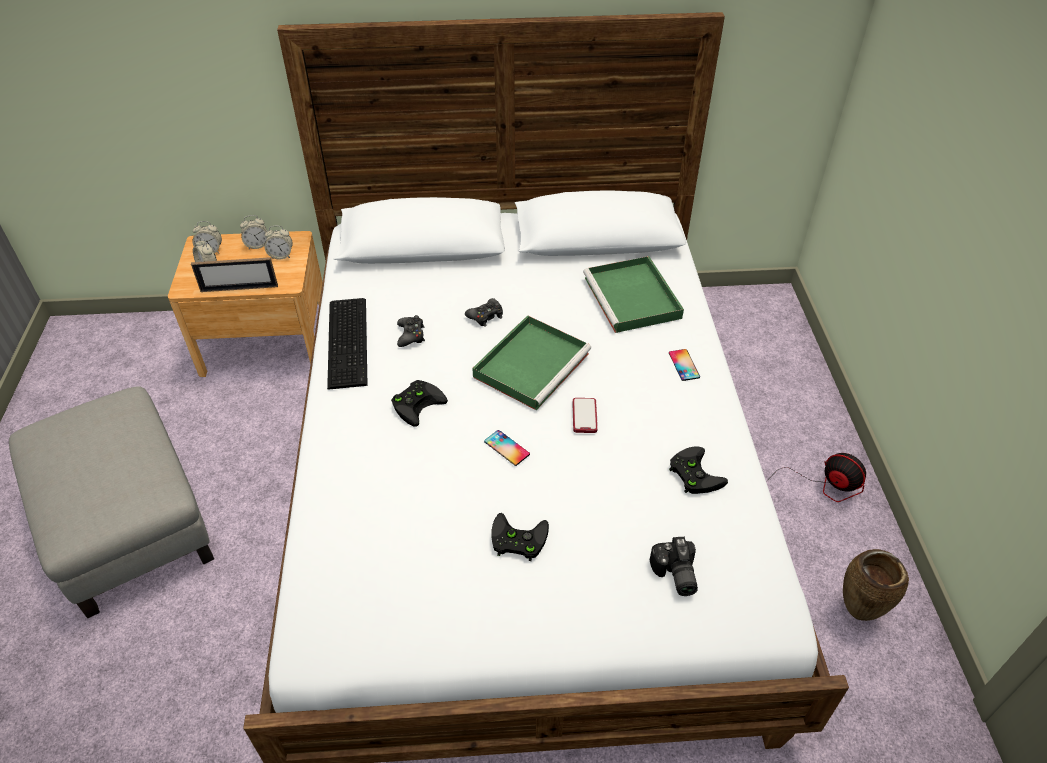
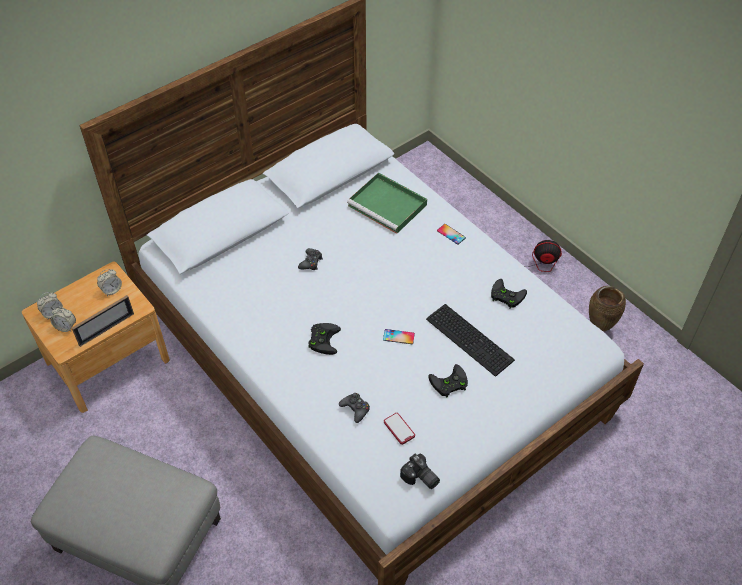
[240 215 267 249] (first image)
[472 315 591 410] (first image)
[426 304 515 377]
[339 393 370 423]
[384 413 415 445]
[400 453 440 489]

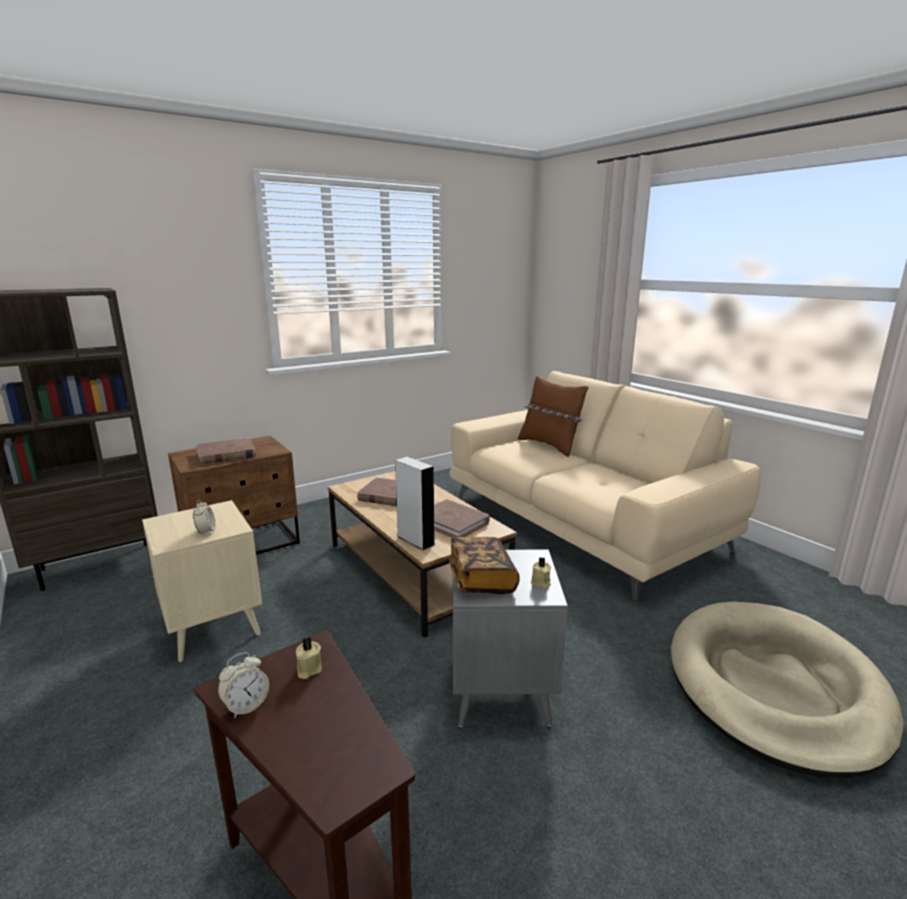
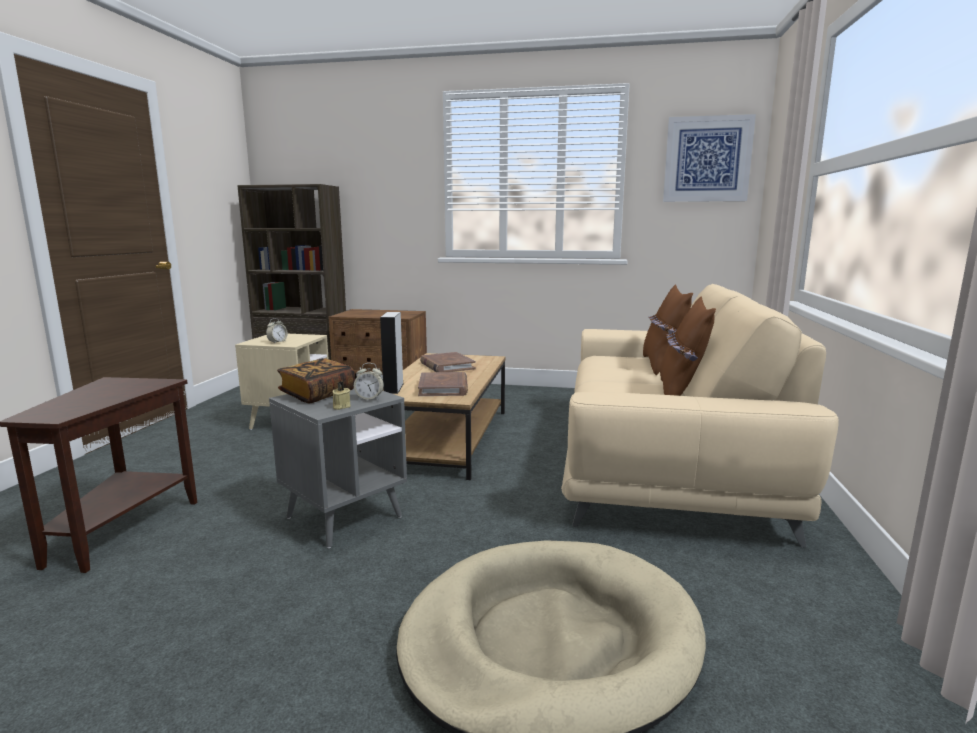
[196 437 256 465] (first image)
[296 637 322 679] (first image)
[660 296 716 396]
[663 114 756 202]
[354 363 384 400]

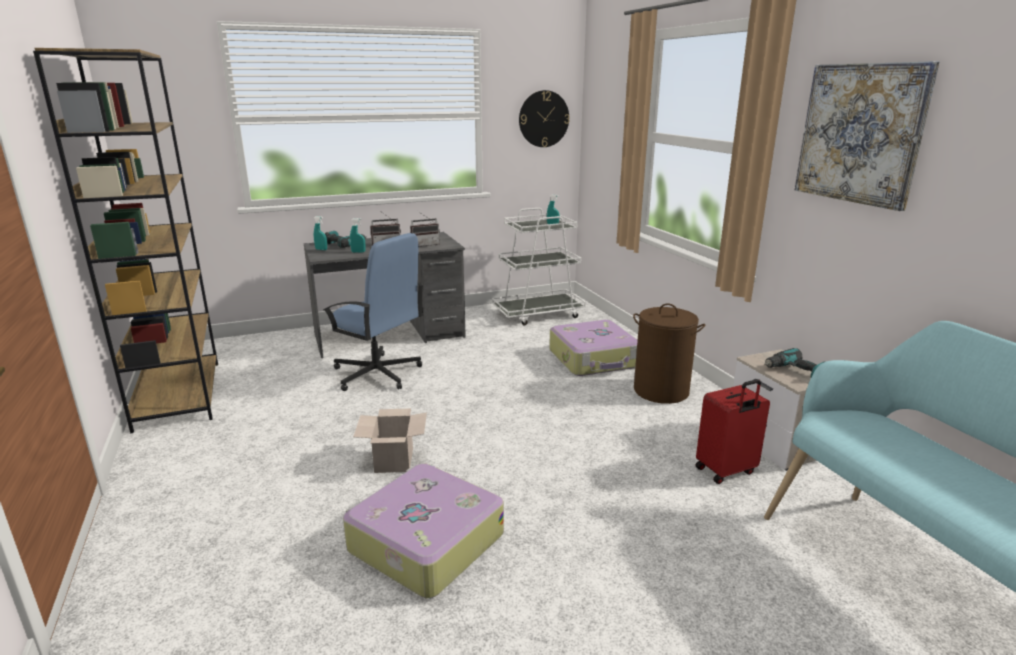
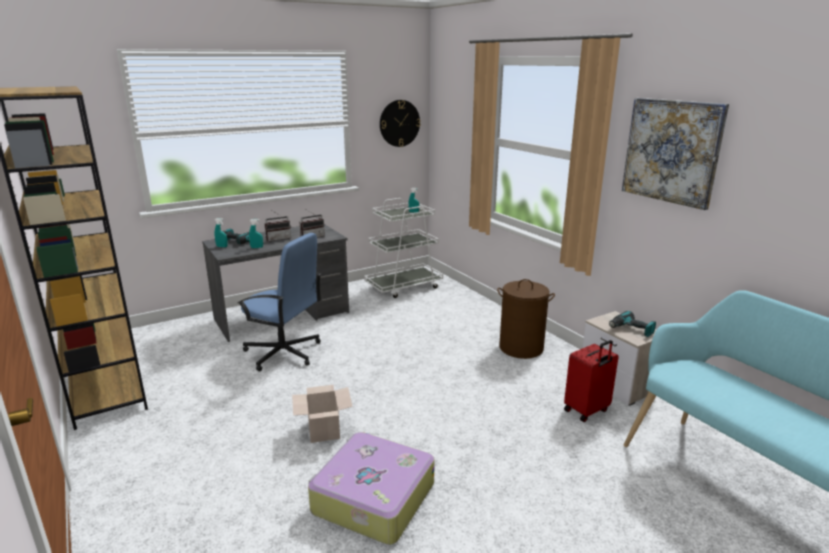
[549 320 638 376] (first image)

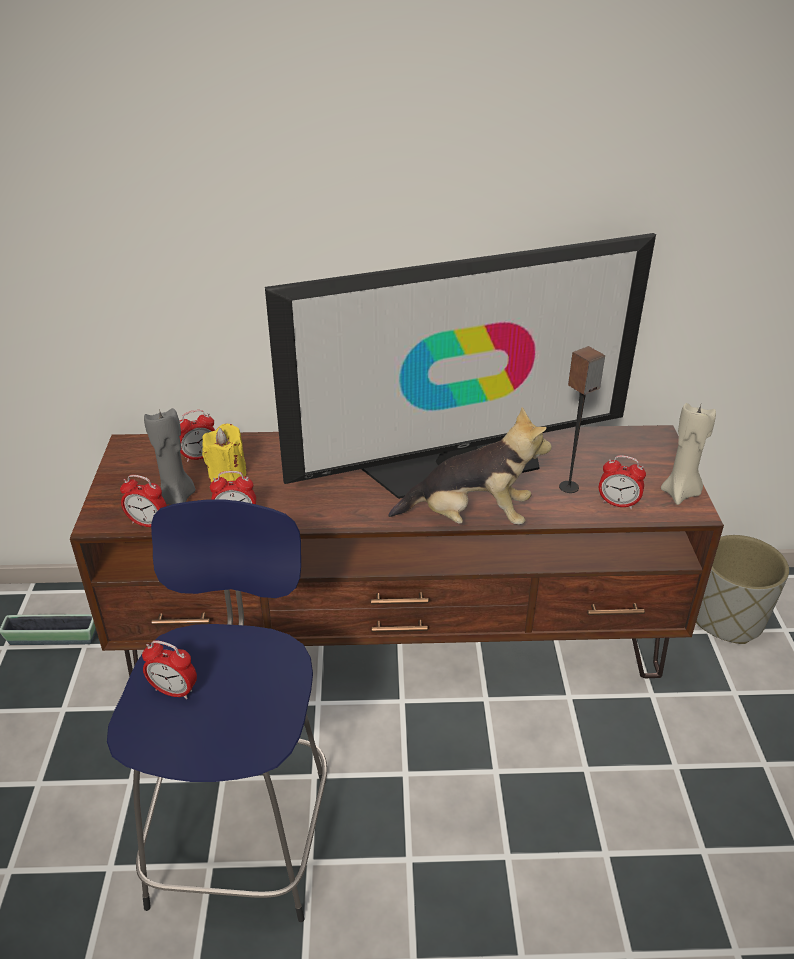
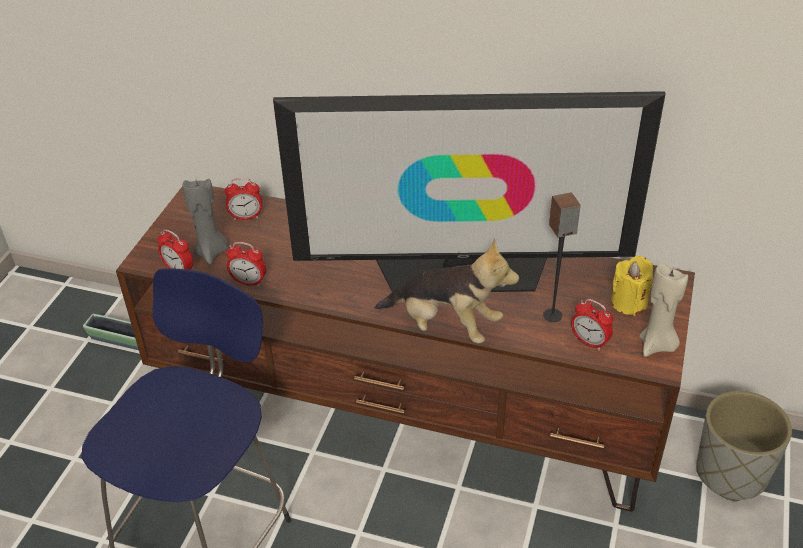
[142 640 197 699] (first image)
[611 256 653 316]

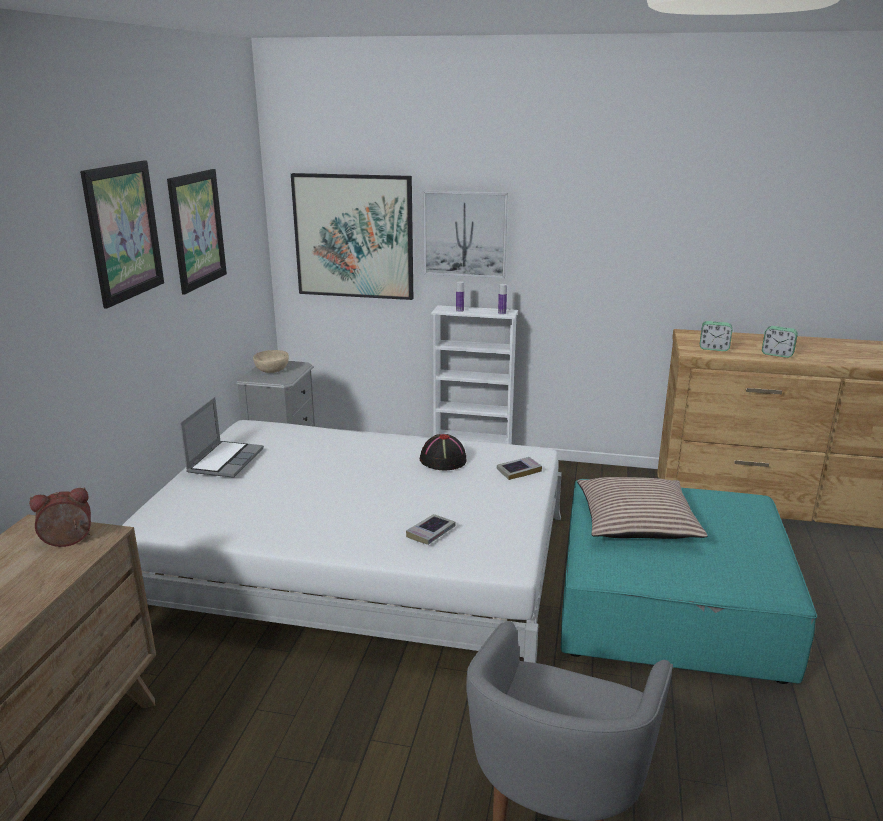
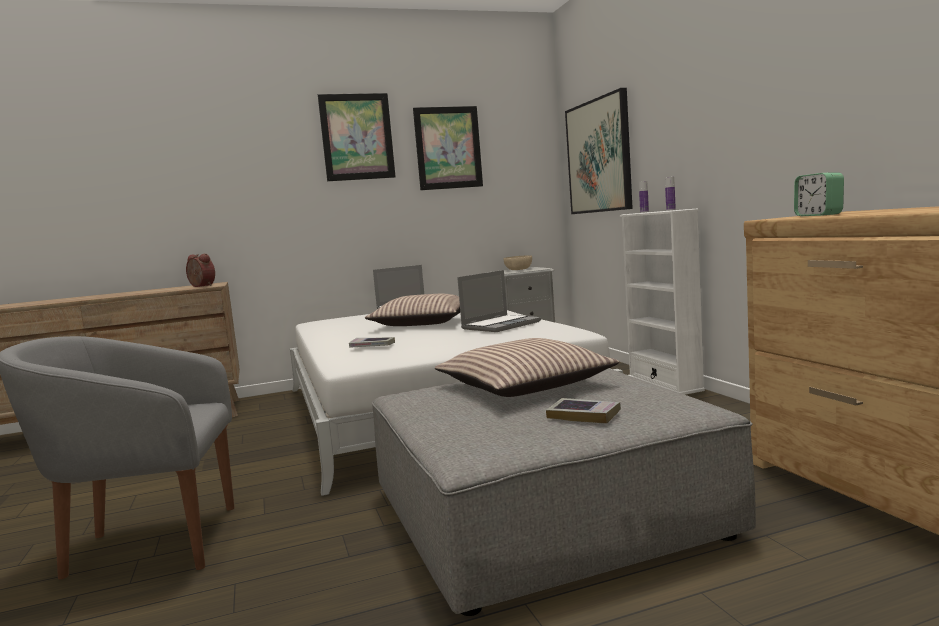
[423 190 508 278] (first image)
[762 326 798 358] (first image)
[365 294 460 326]
[546 398 621 424]
[457 270 541 332]
[371 368 756 616]

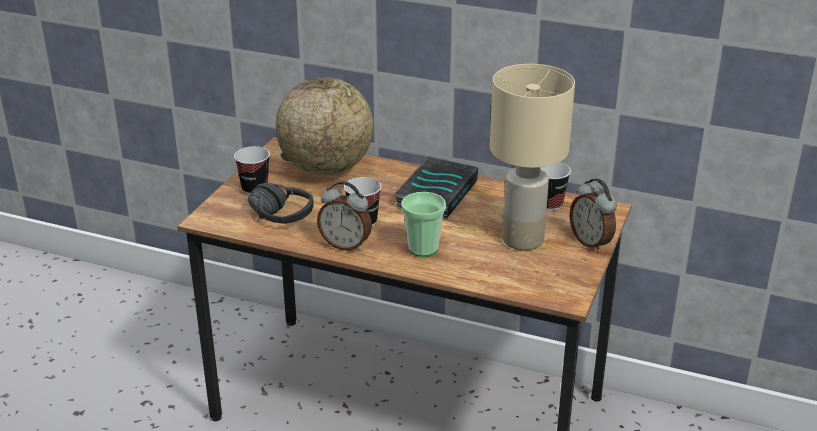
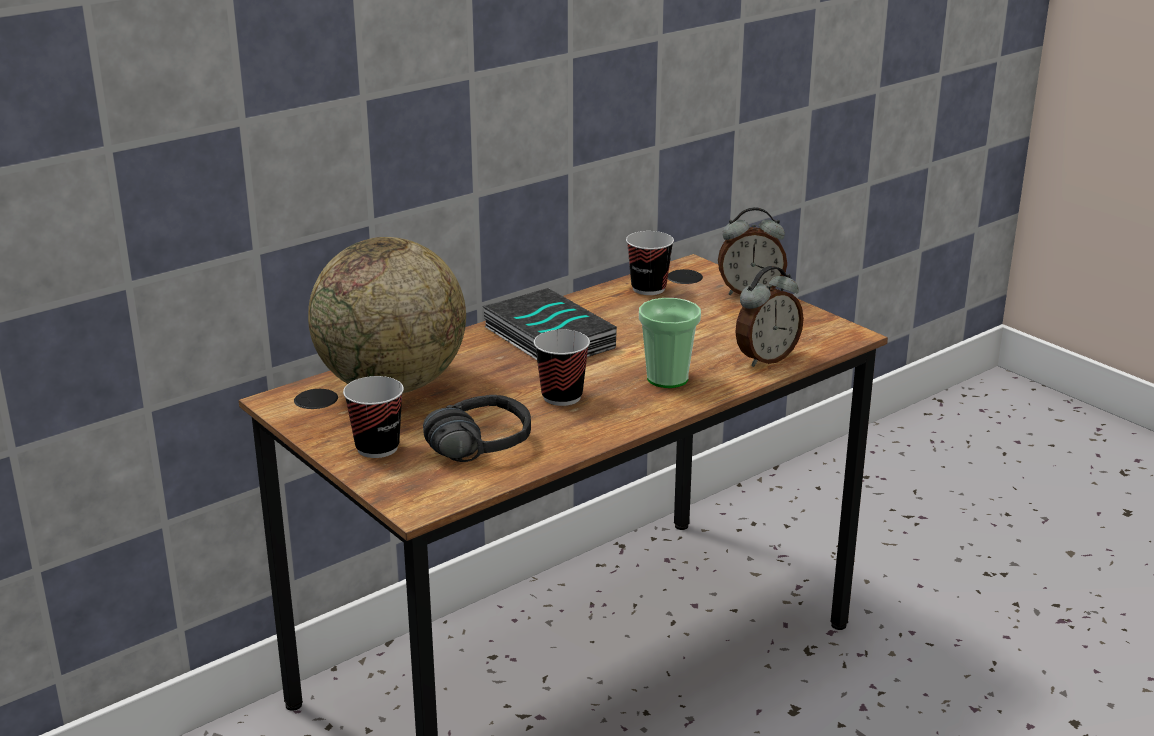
[490 64 575 250] (first image)
[735 266 804 367]

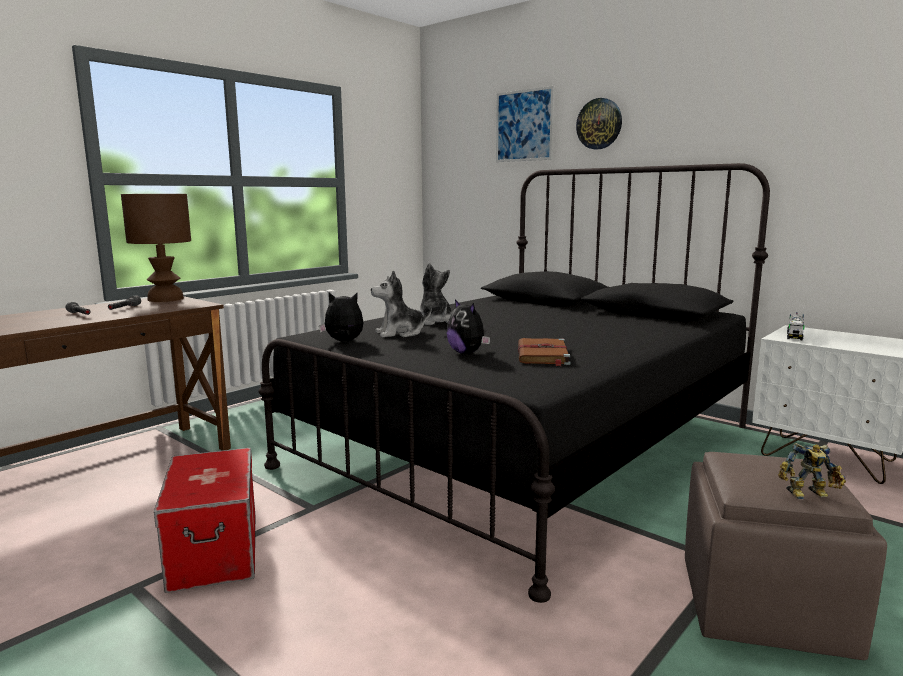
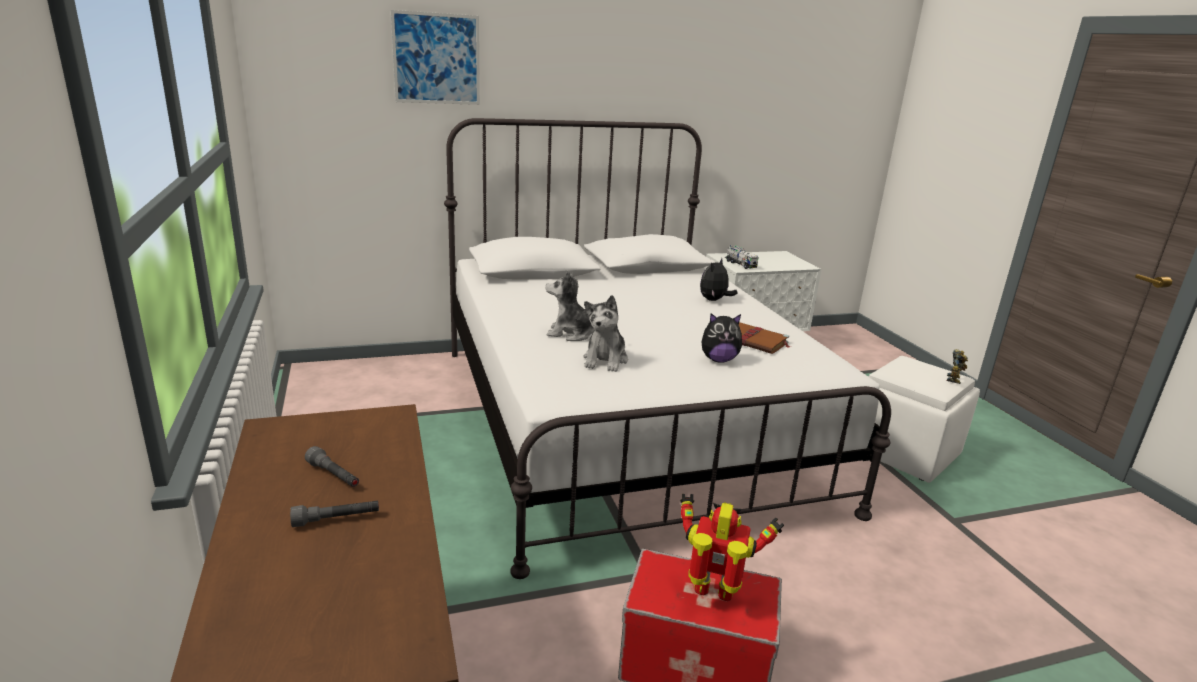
[121 194 191 302] (first image)
[576 98 622 150] (first image)
[680 494 784 601]
[700 258 738 301]
[444 118 891 579]
[869 356 980 483]

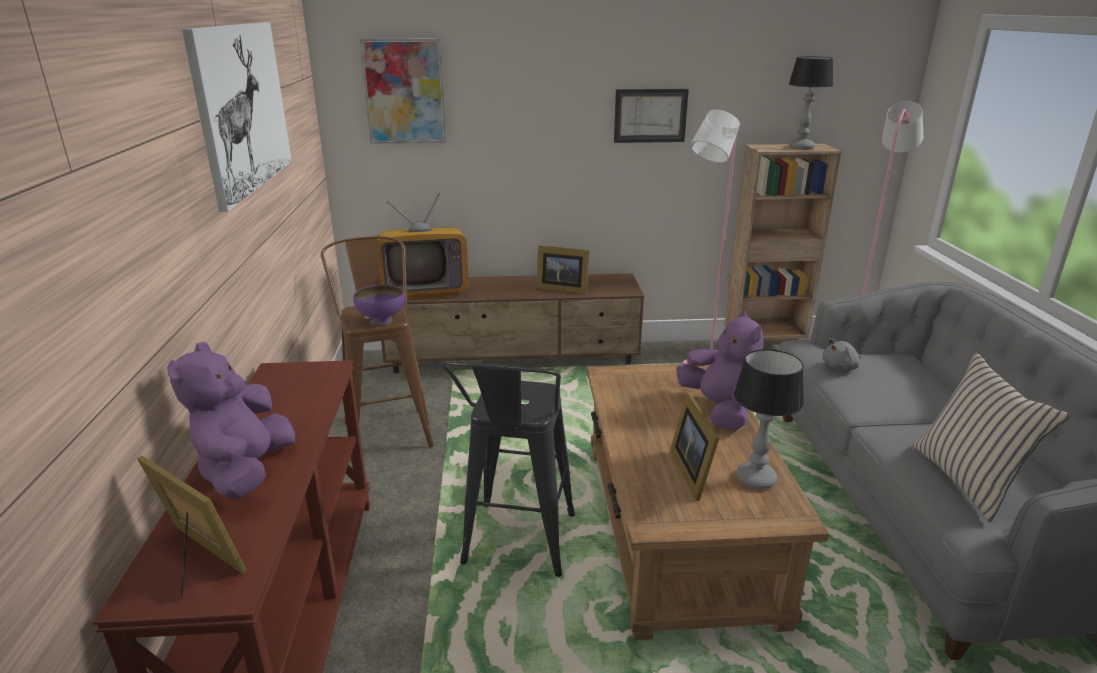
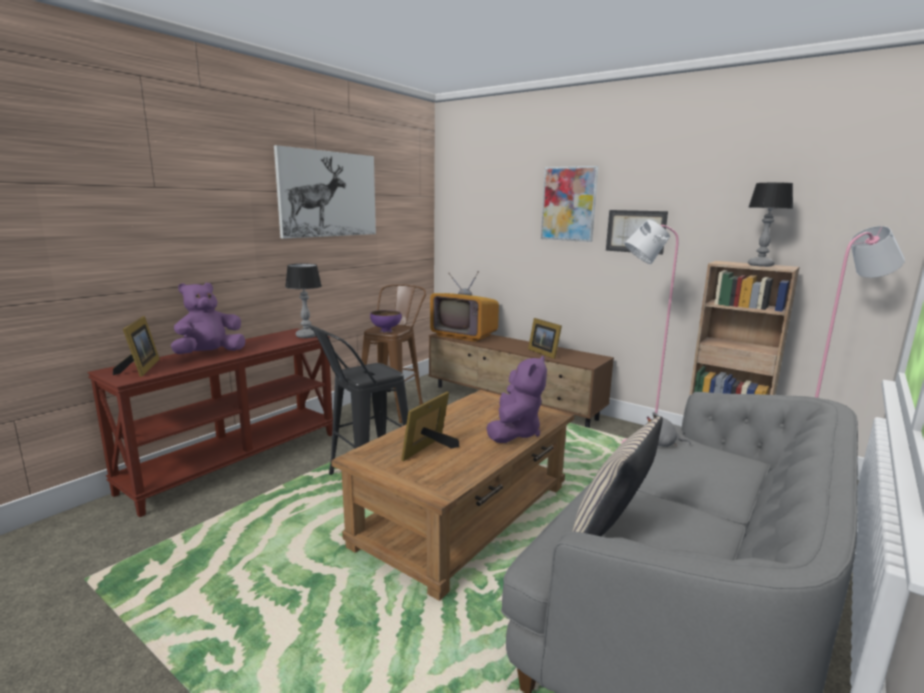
[541 166 599 242]
[285 264 322 338]

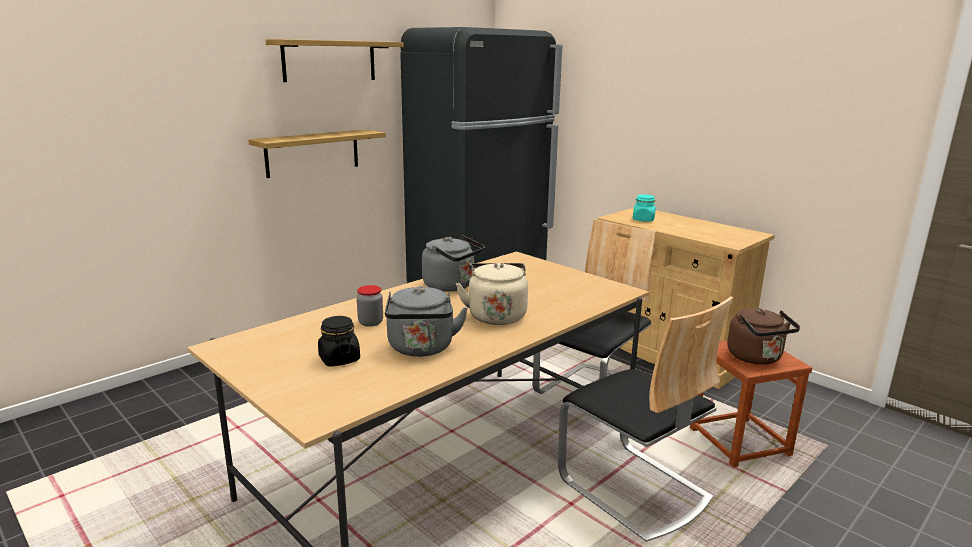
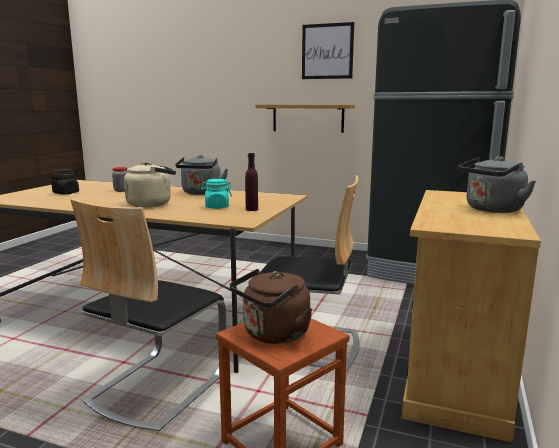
[245 153 258 211]
[458 156 536 213]
[201 179 232 209]
[302 22 354 79]

